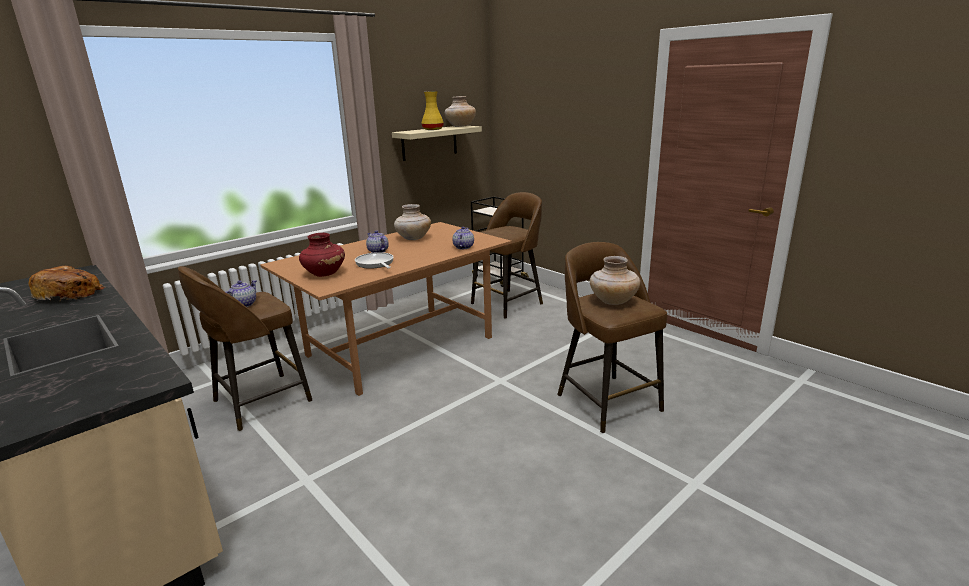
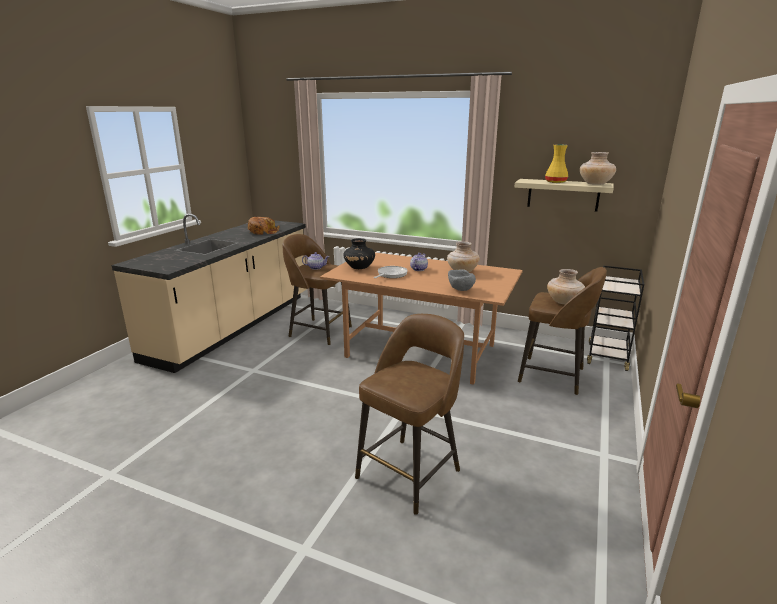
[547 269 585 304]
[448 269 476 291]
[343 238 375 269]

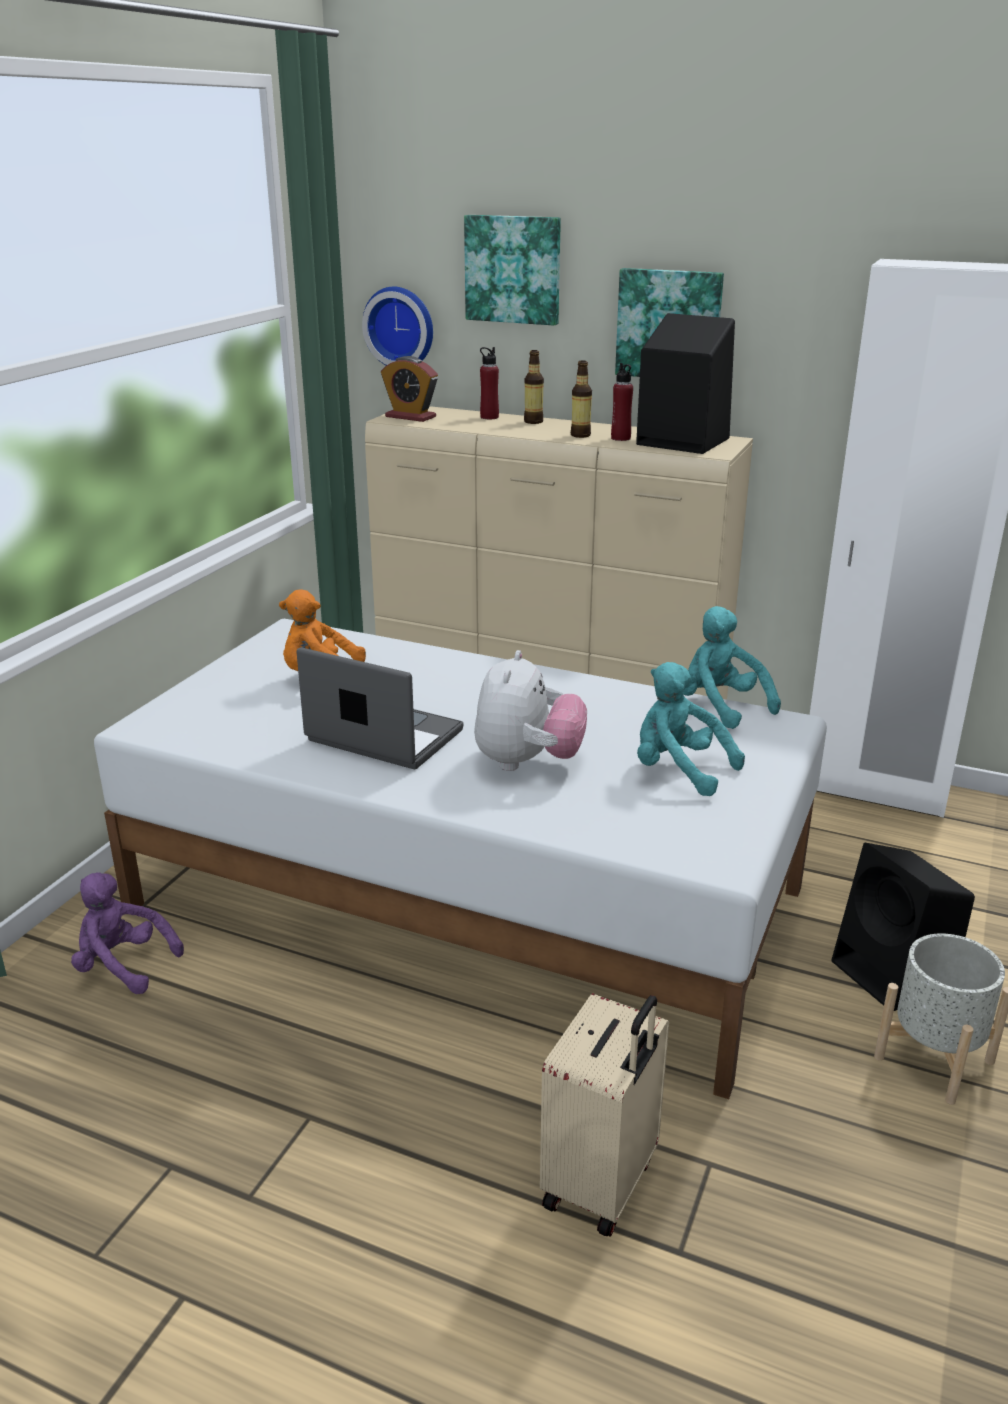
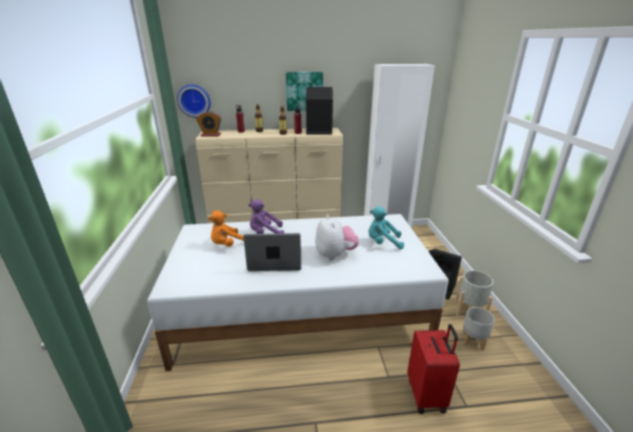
[464 215 561 326] (first image)
[683 606 781 729] (first image)
[463 307 495 351]
[248 199 284 234]
[408 324 460 414]

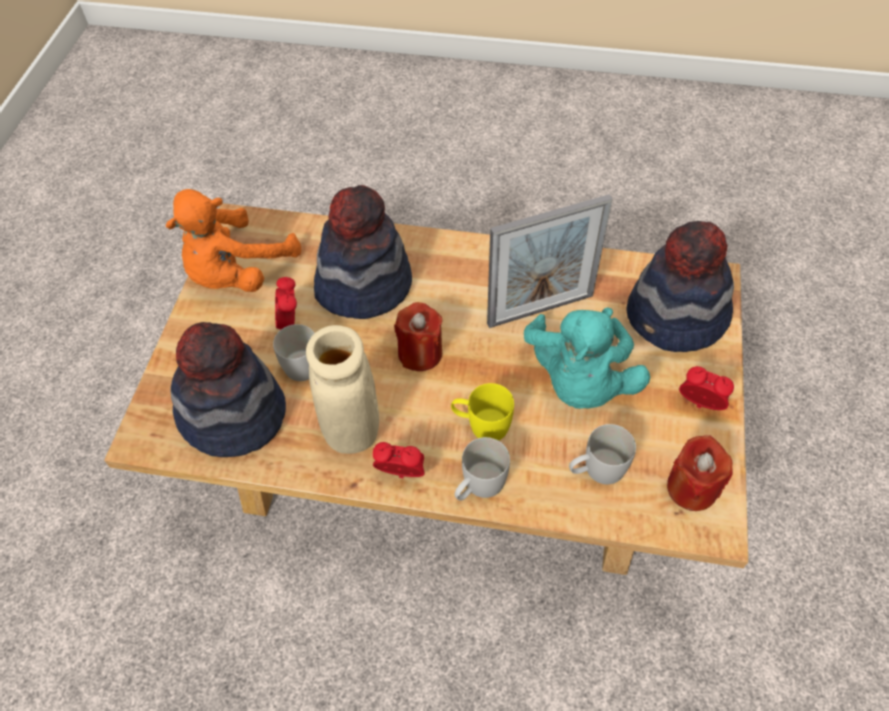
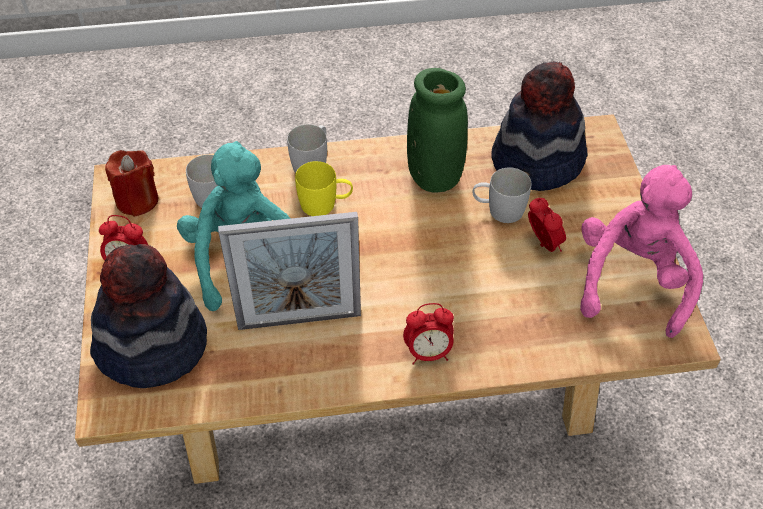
[314 185 412 319] (first image)
[394 302 442 371] (first image)
[403 303 454 365]
[580 165 703 338]
[407 68 468 193]
[218 212 361 330]

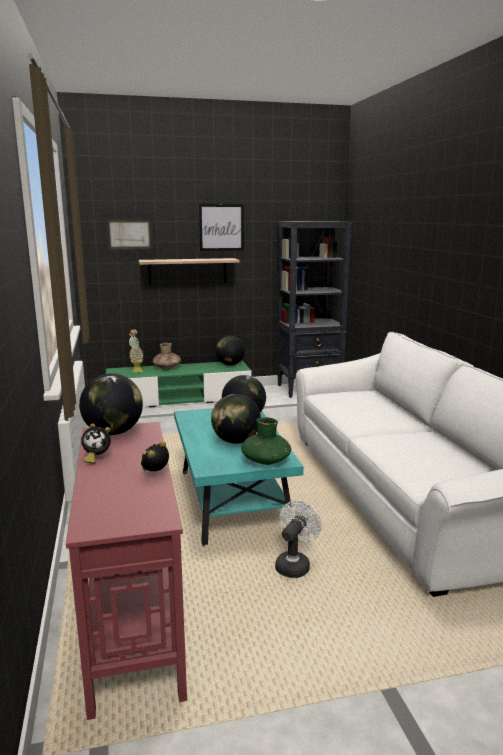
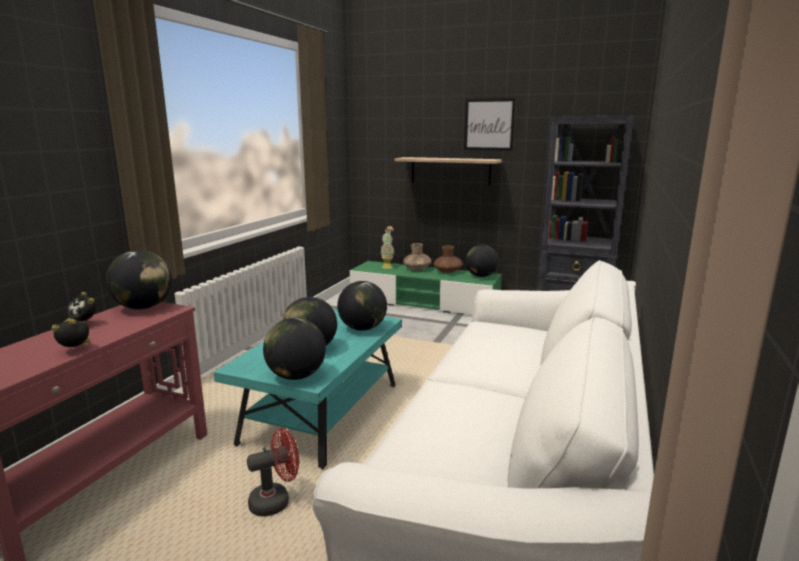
[105 218 153 251] (first image)
[433 245 463 273]
[263 318 326 380]
[247 428 299 517]

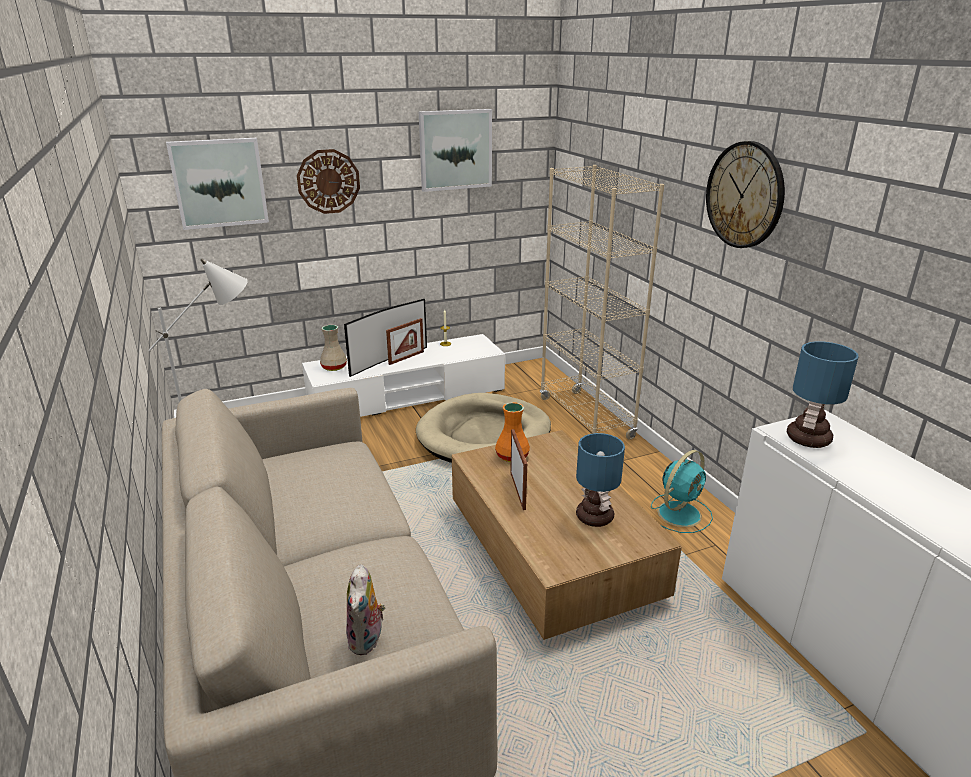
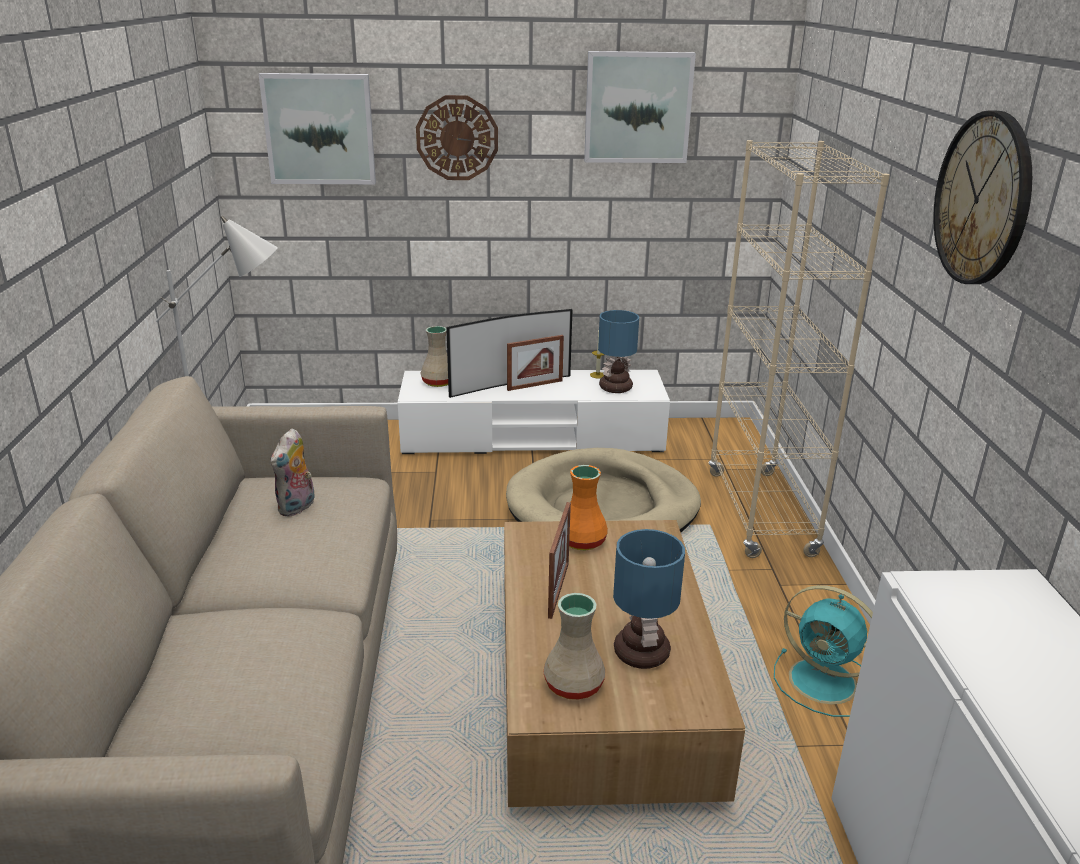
[543 593 605 700]
[270 428 315 517]
[598 310 639 393]
[774 585 873 717]

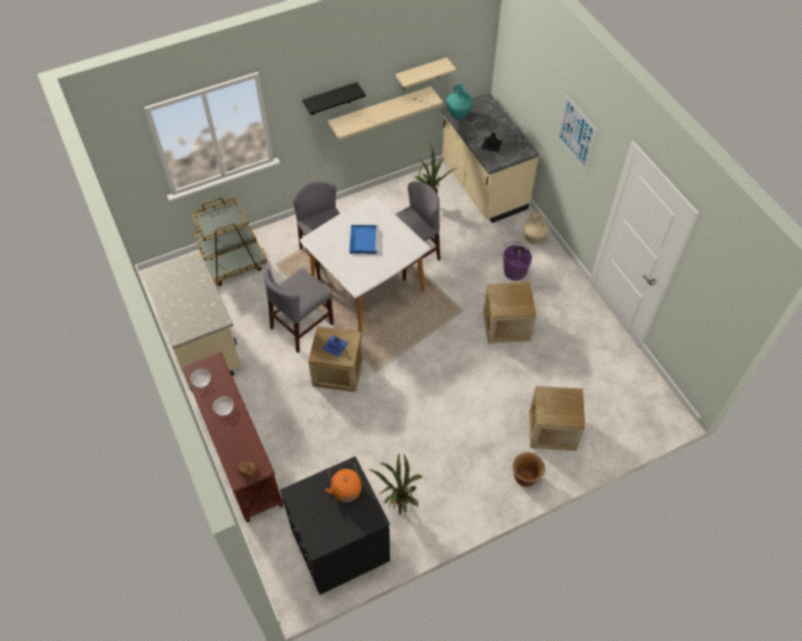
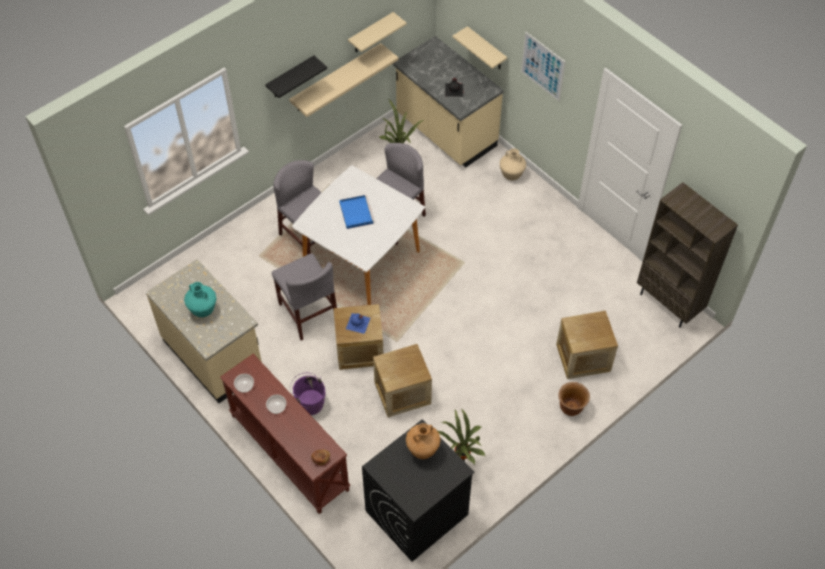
[191 198 267 286] (first image)
[453 26 507 69]
[637 182 738 328]
[184 282 217 317]
[373 344 432 417]
[290 373 325 415]
[406 423 441 459]
[272 253 337 341]

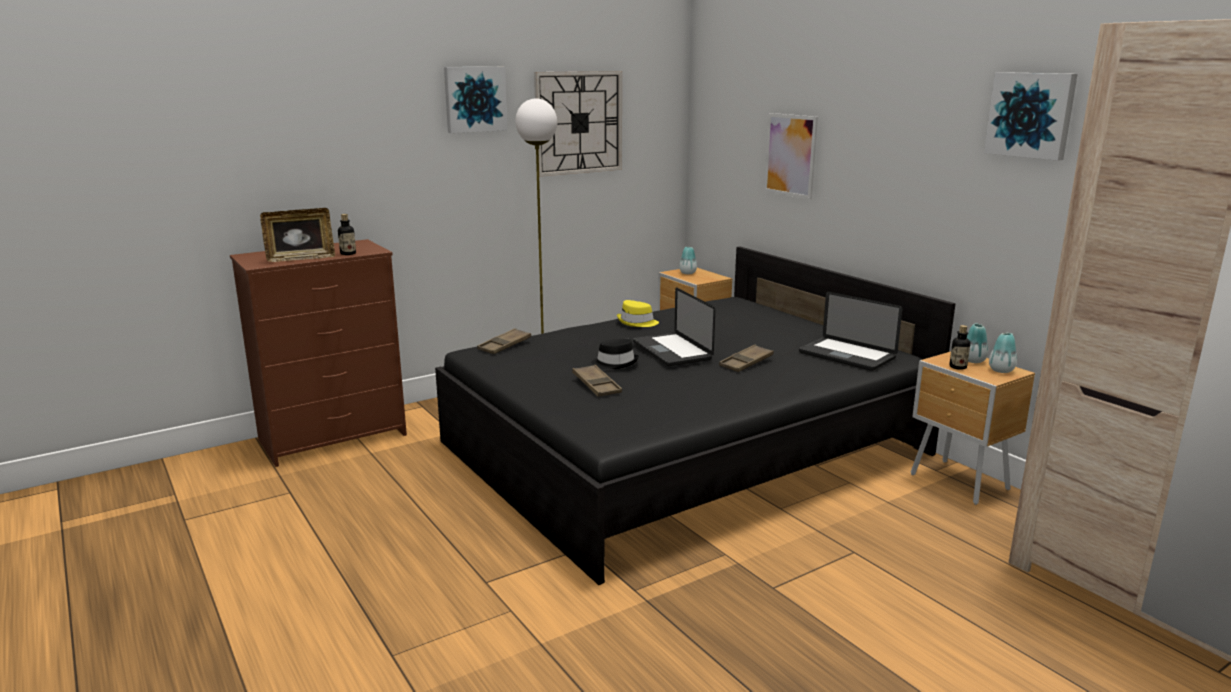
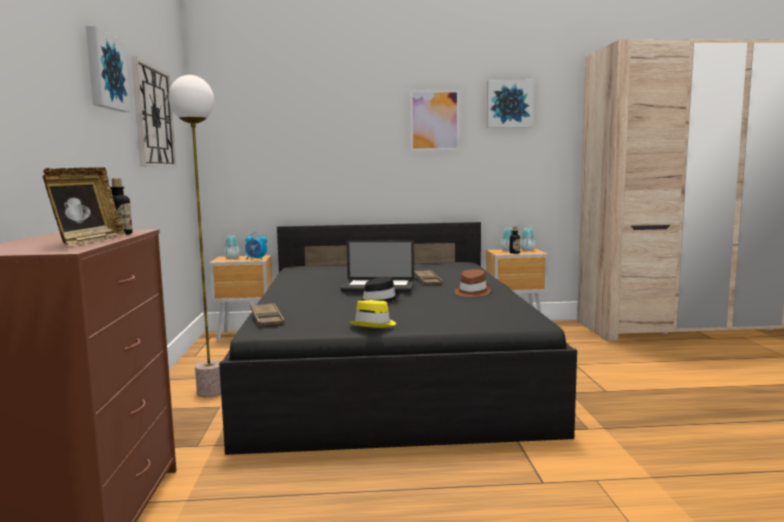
[572 365 622 397] (first image)
[799 292 902 371] (first image)
[245 232 267 260]
[455 269 491 297]
[350 300 396 328]
[410 90 460 151]

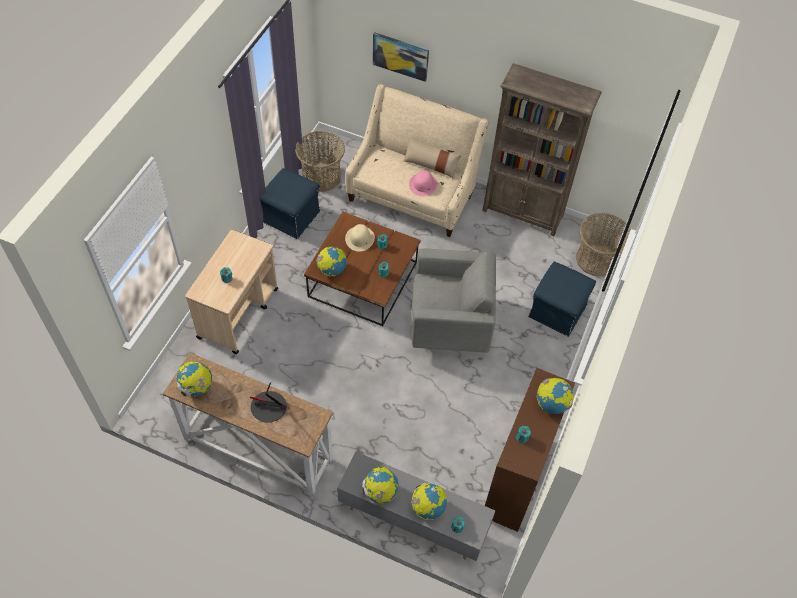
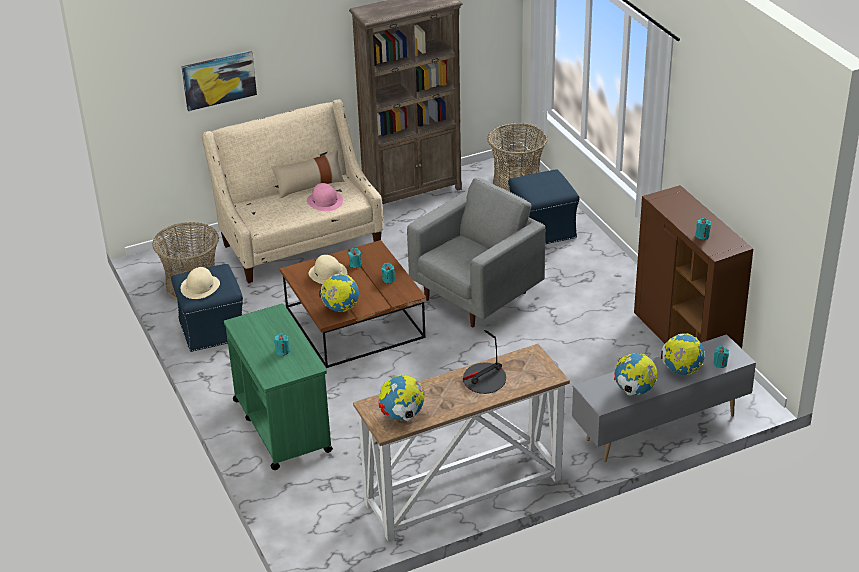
[537 378 574 414] (first image)
[181 267 220 299]
[224 304 333 470]

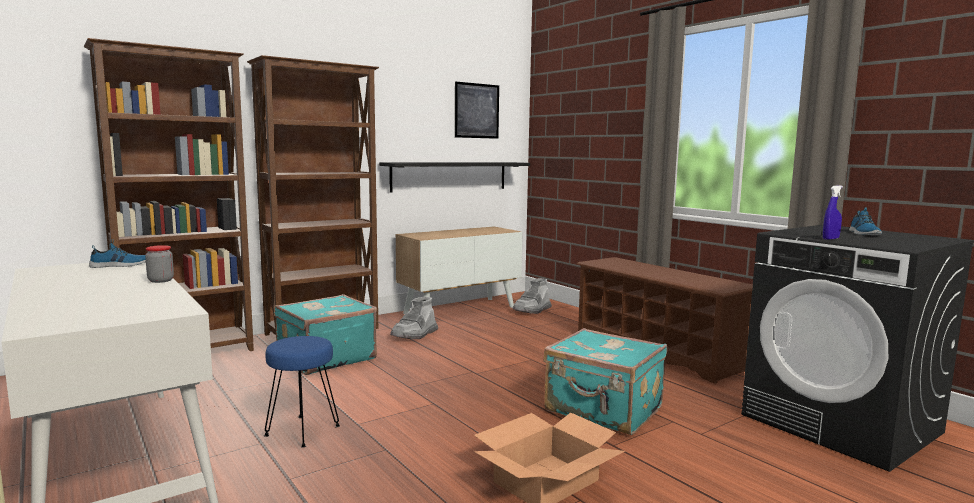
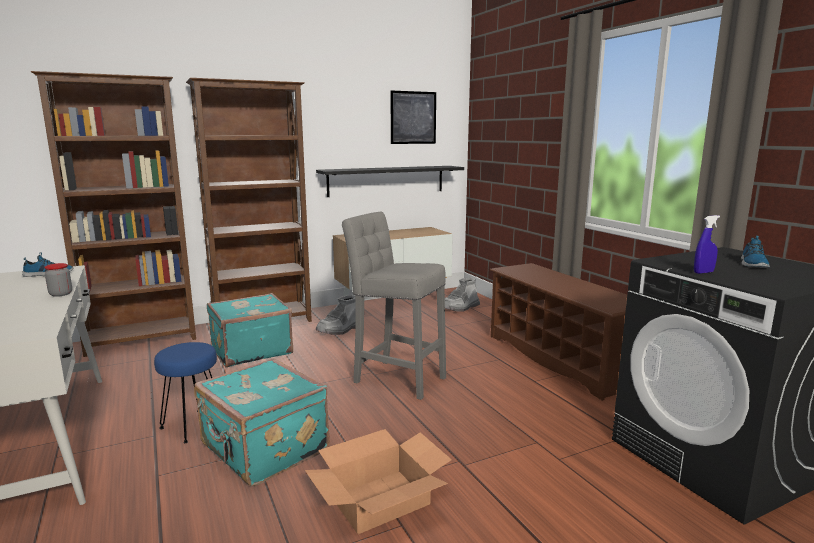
[342 211 446 400]
[194 358 330 486]

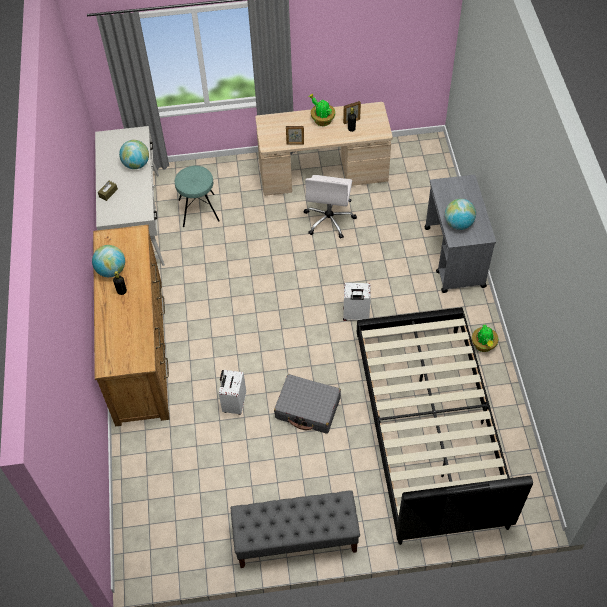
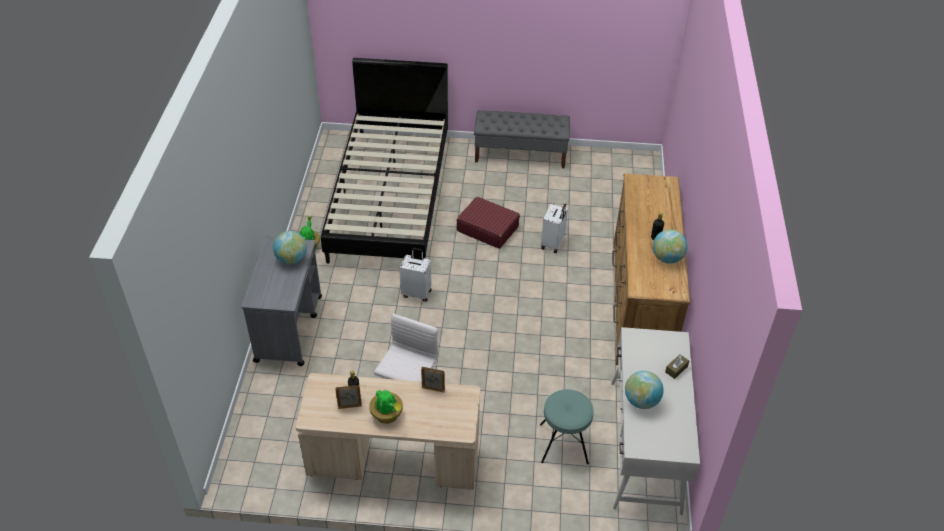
[457 197 520 249]

